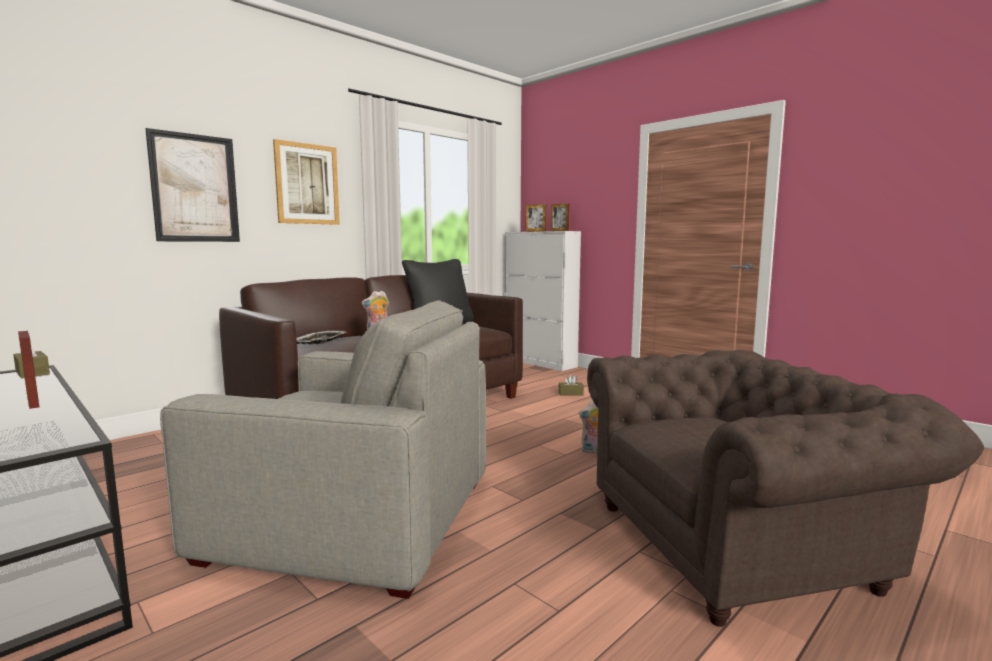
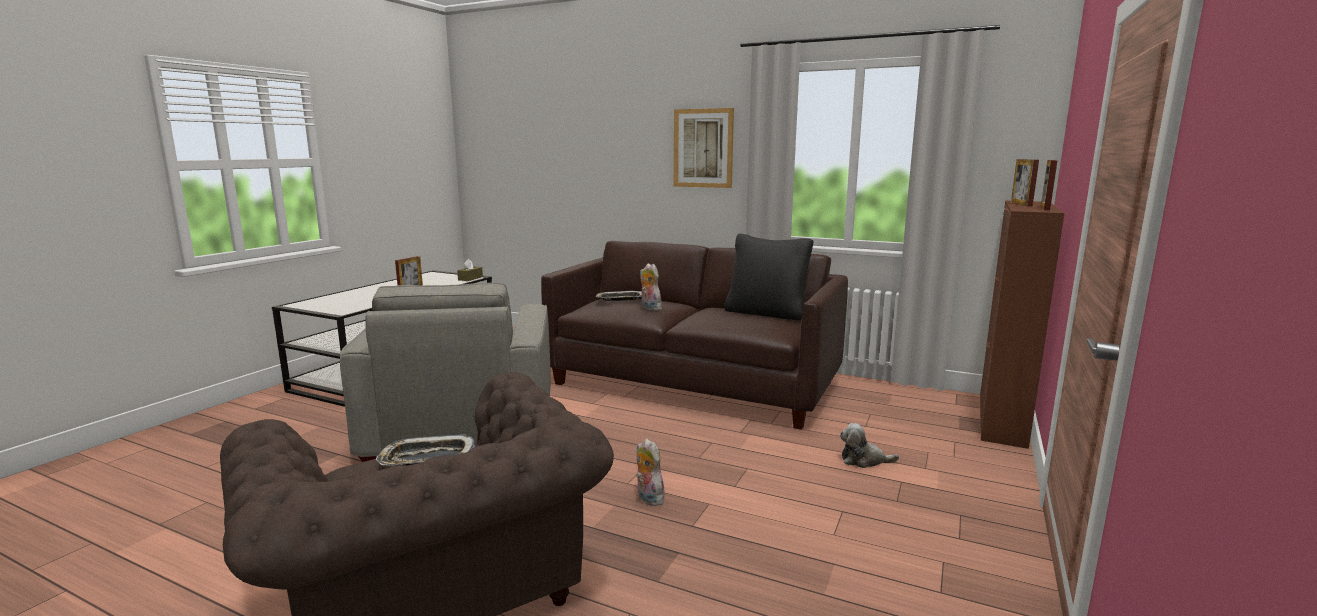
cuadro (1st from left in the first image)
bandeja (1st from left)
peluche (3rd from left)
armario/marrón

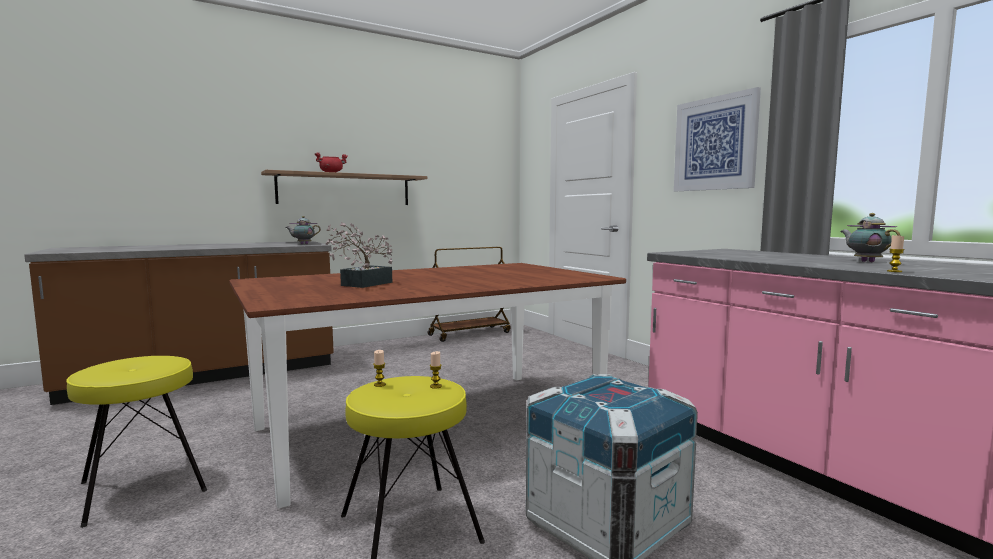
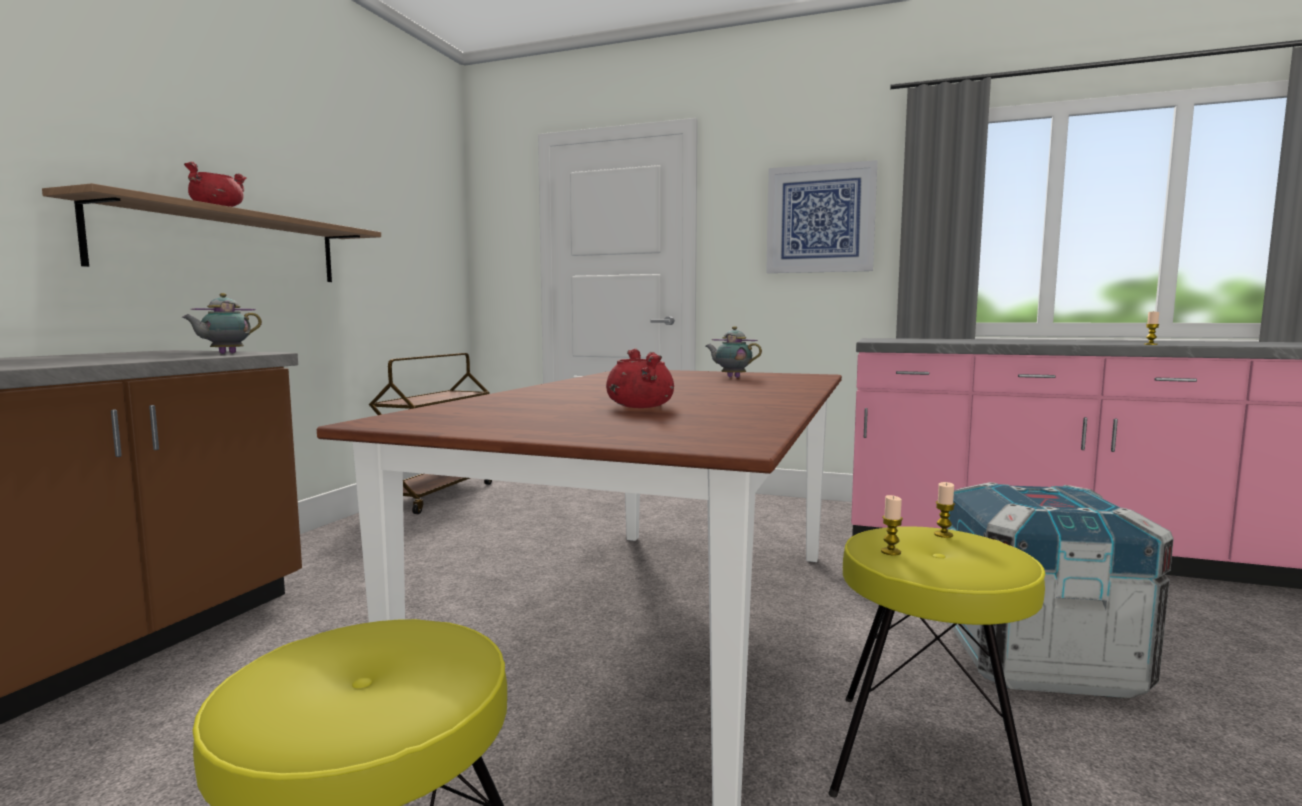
tetera (2nd from left)
olla/rojo (2nd from left)

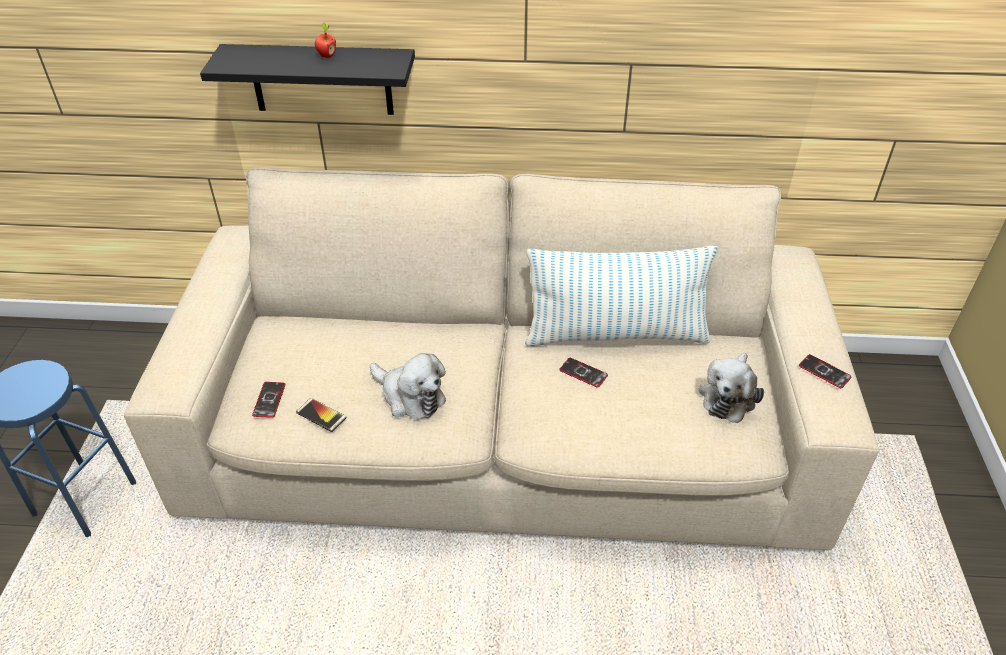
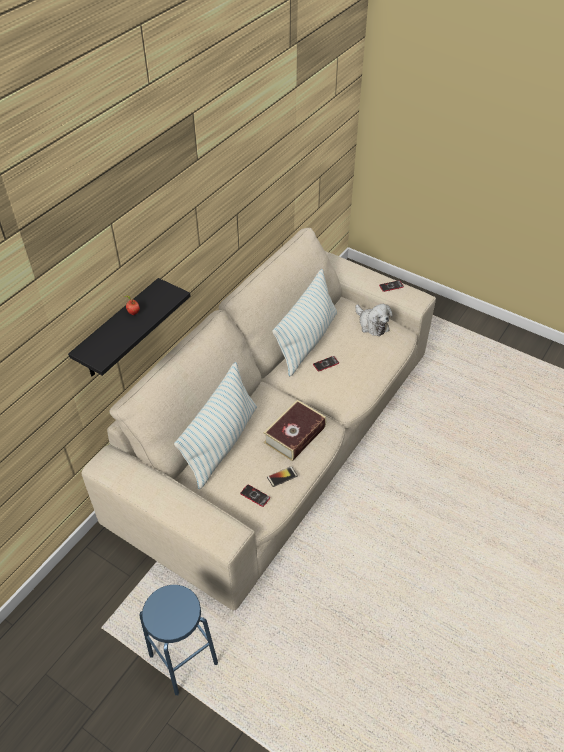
cojín (1st from left)
libro

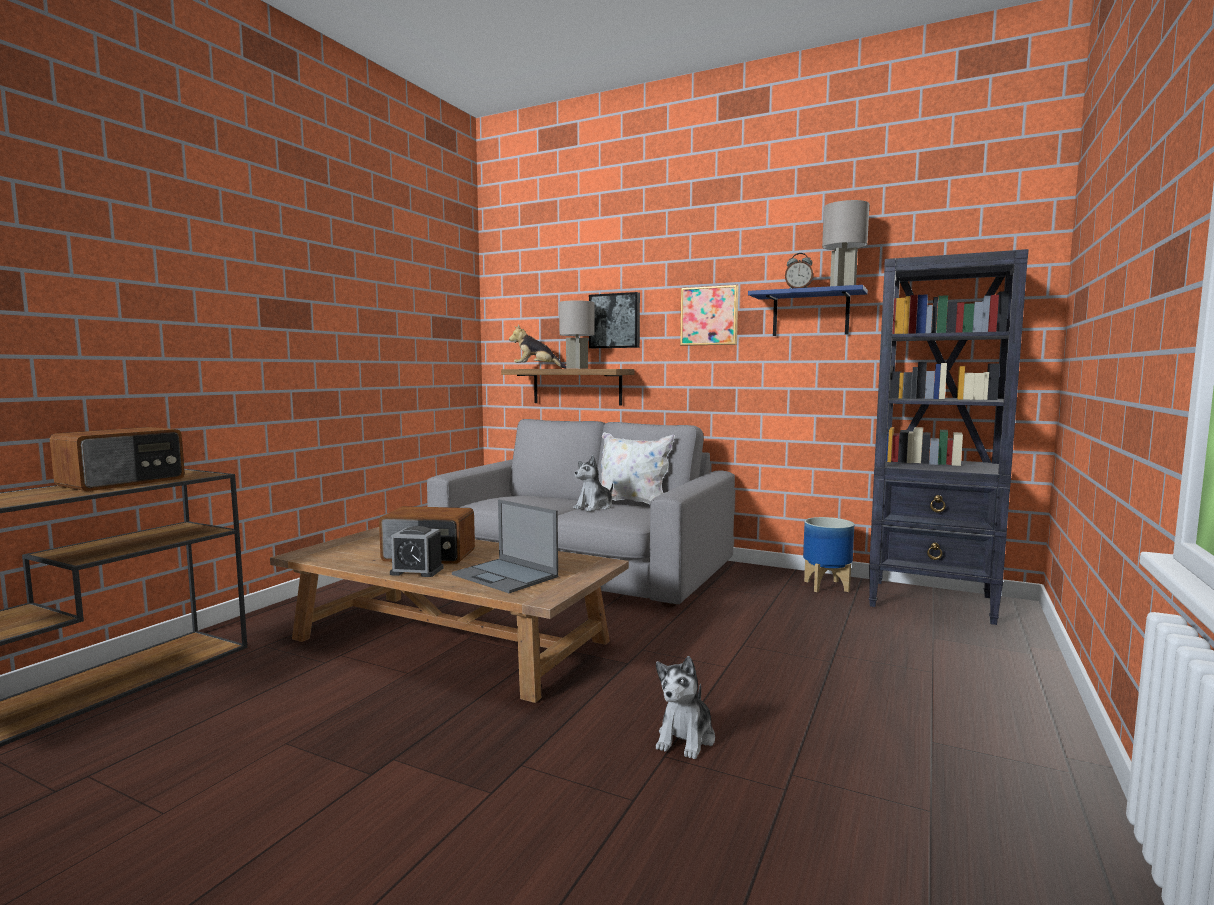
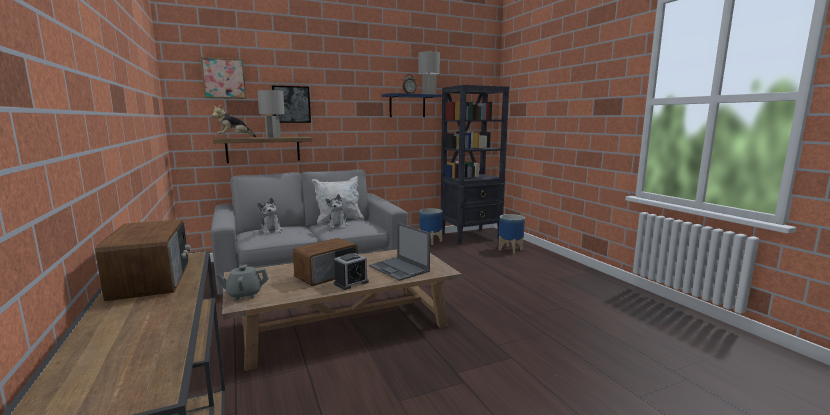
tetera/gris
maceta (2nd from left)
peluche (2nd from left)
cuadro (1st from left)
portátil

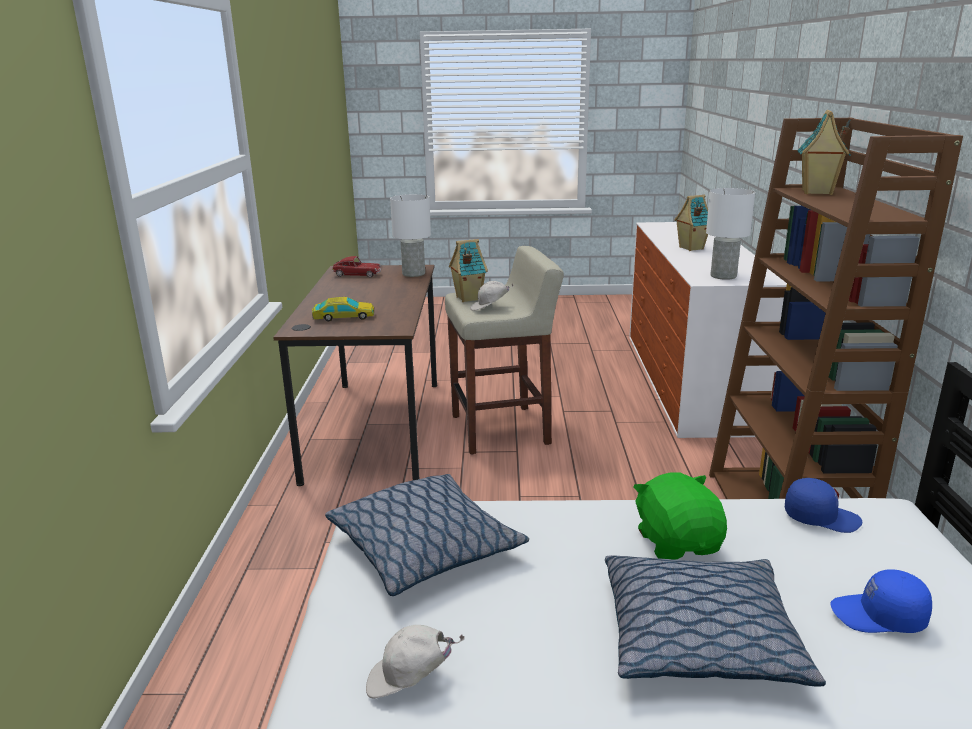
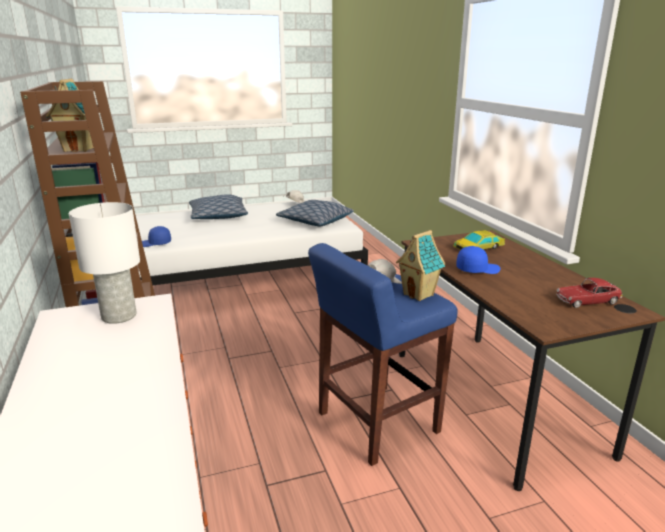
lámpara de mesa/blanco (1st from left in the first image)
peluche/verde
casita (2nd from left in the first image)
gorra/azul (2nd from left)
taburete/azul

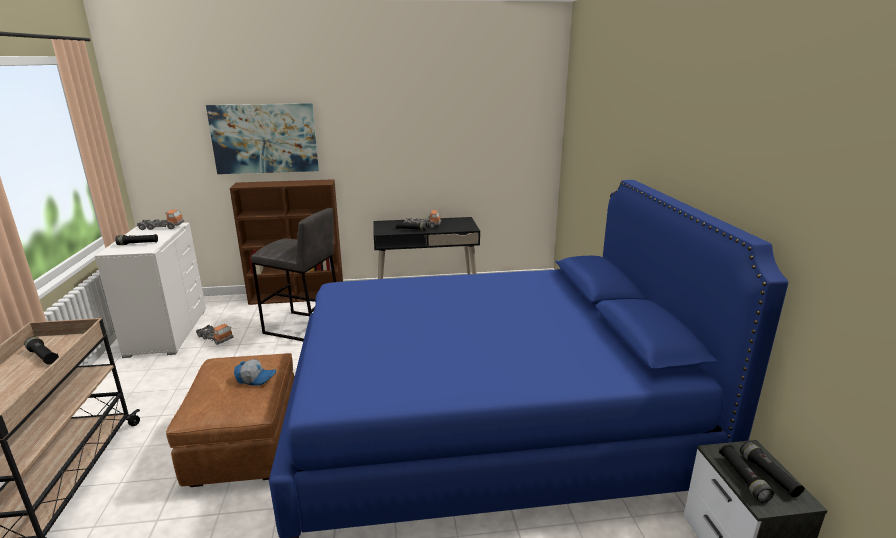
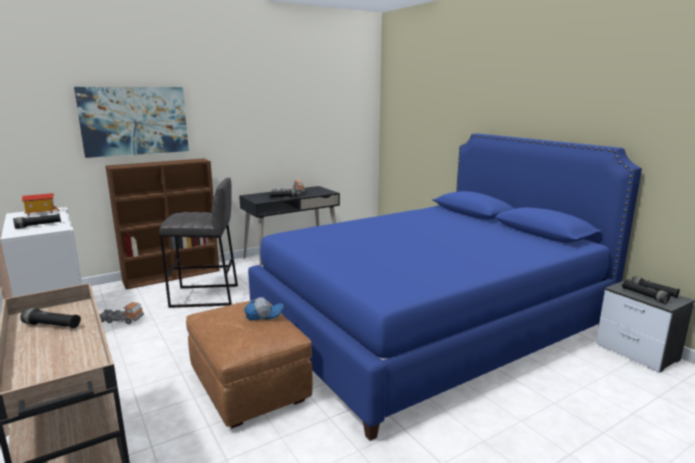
casita

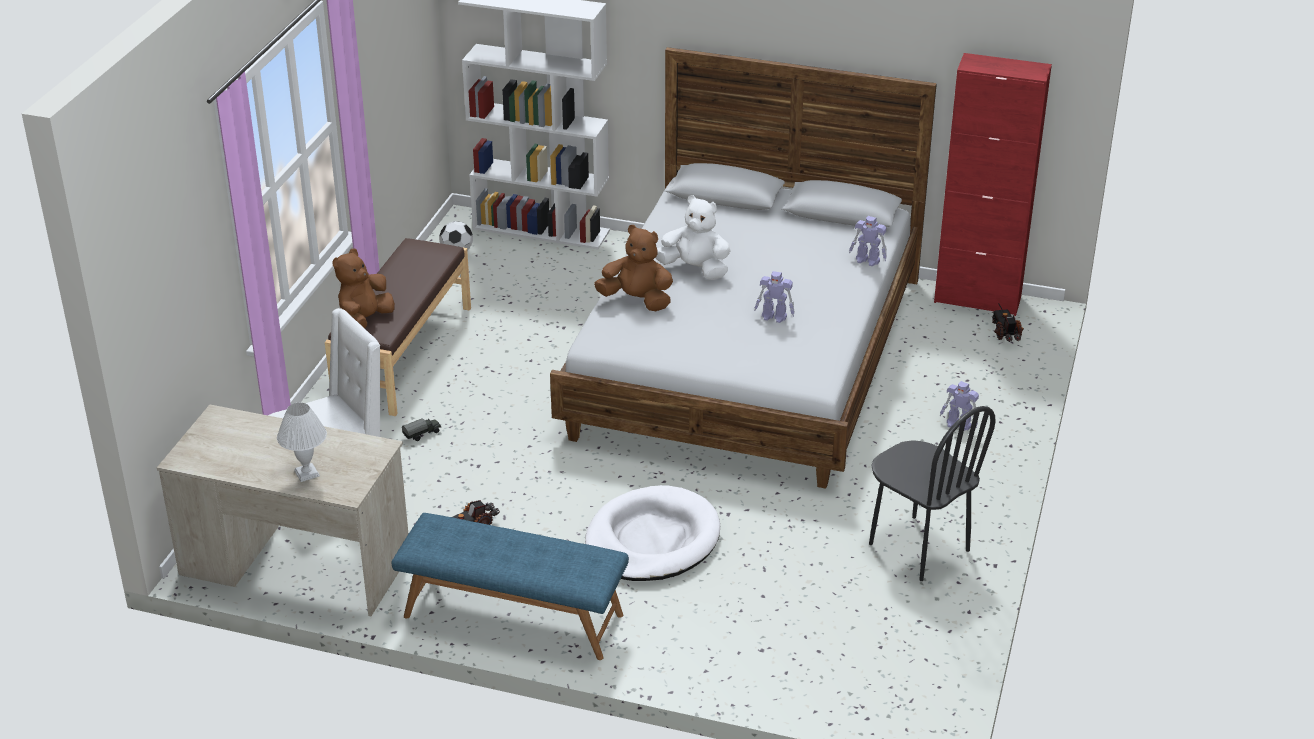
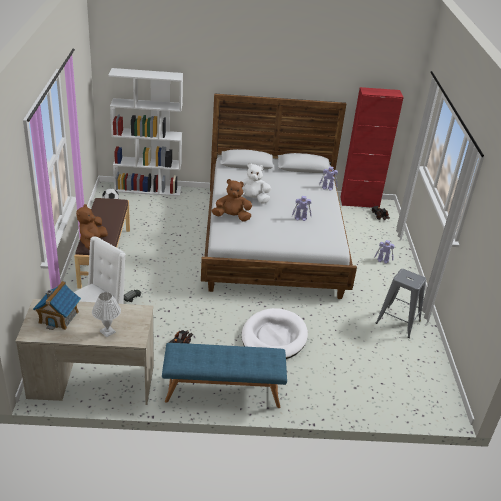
casita
taburete/gris

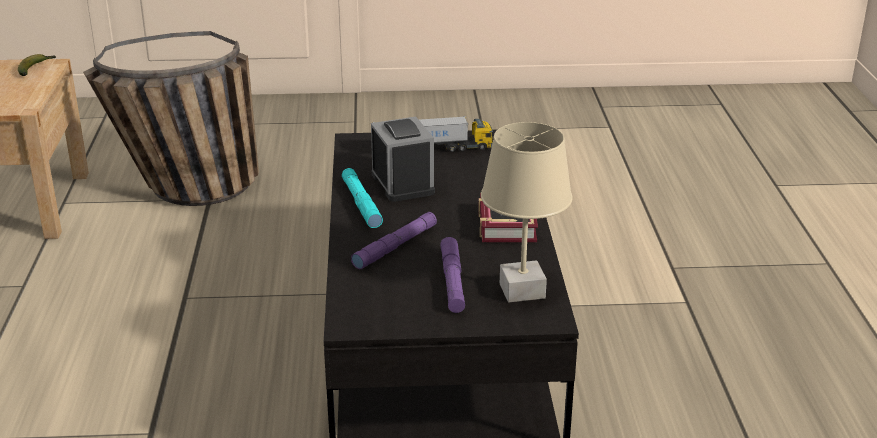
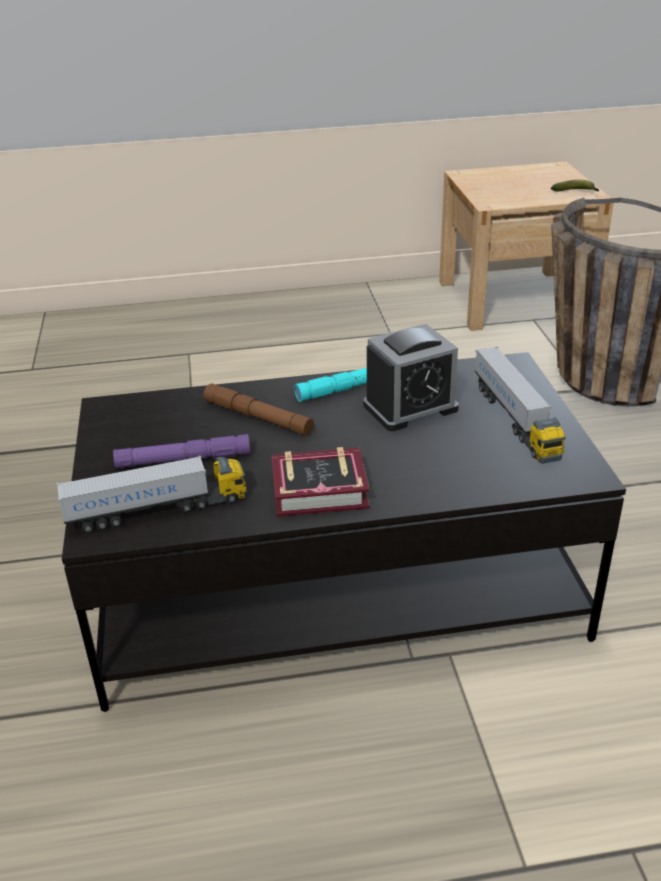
camión de juguete (1st from left)
linterna/marrón

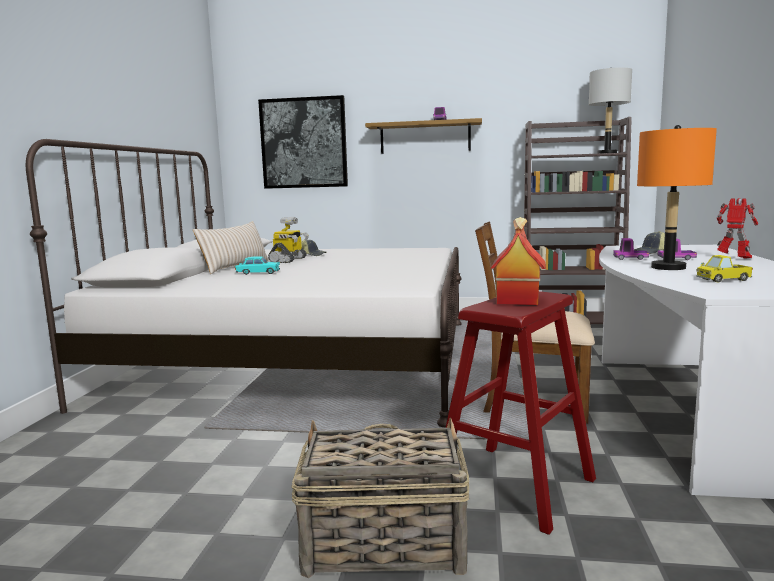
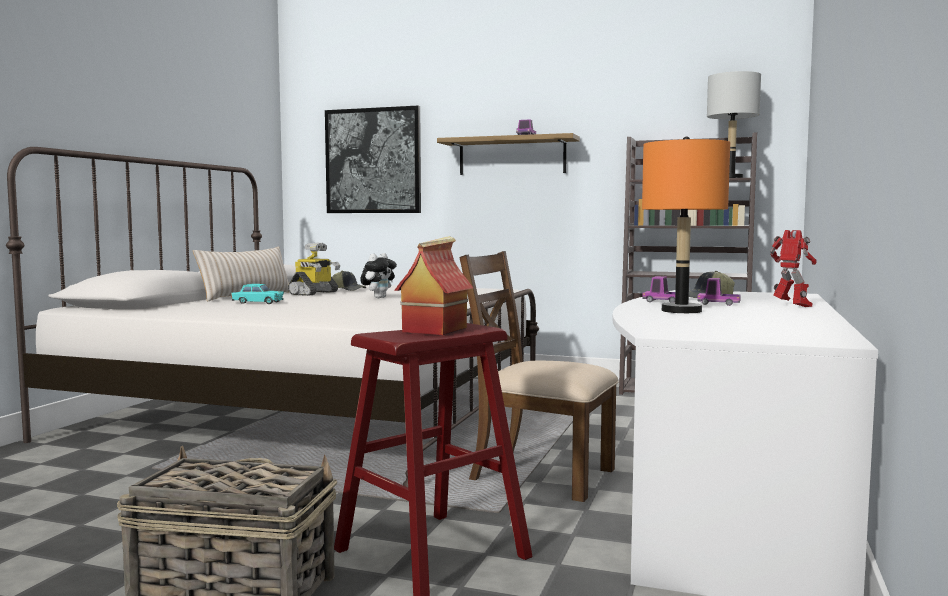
camión de juguete (4th from left in the first image)
peluche

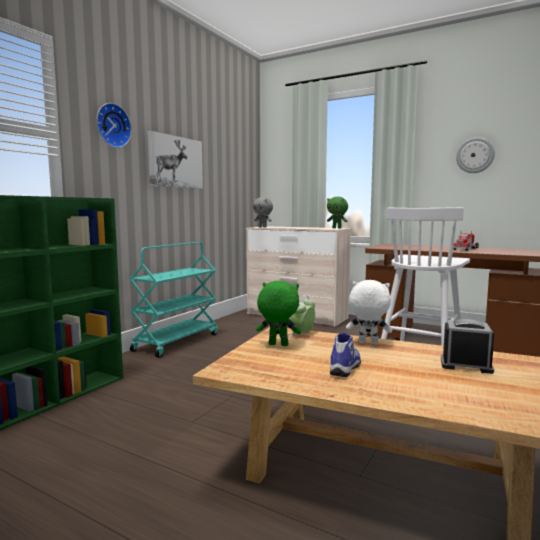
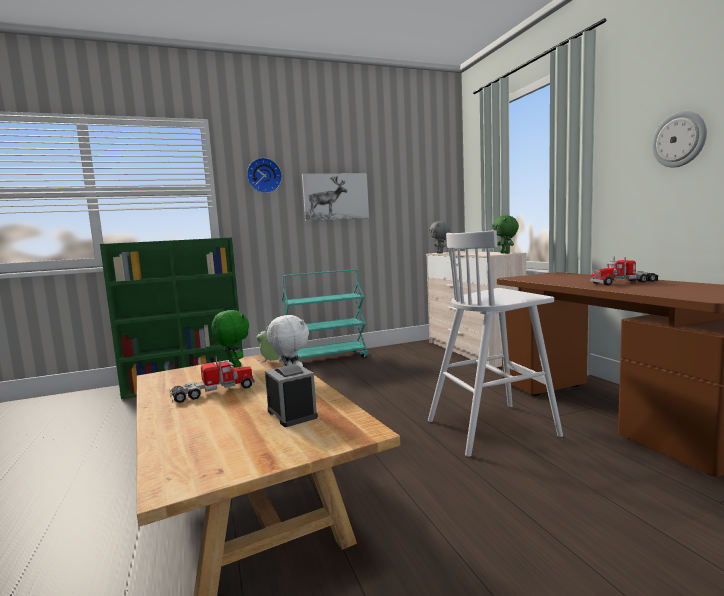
camión de juguete (1st from left)

